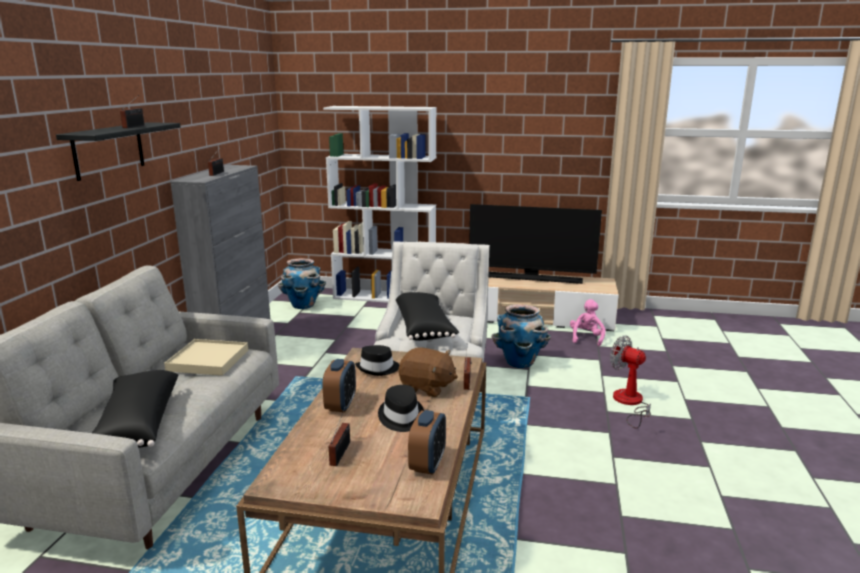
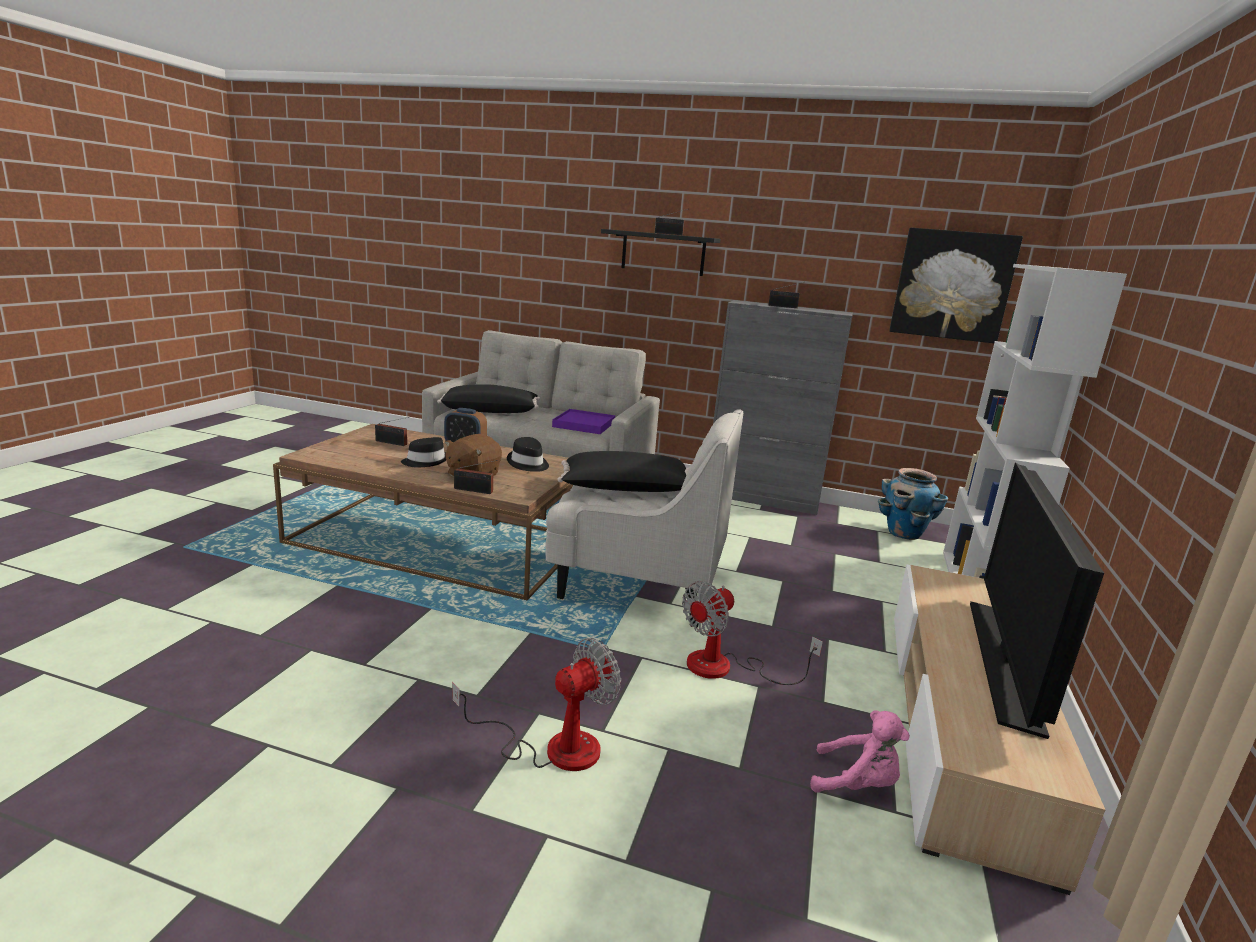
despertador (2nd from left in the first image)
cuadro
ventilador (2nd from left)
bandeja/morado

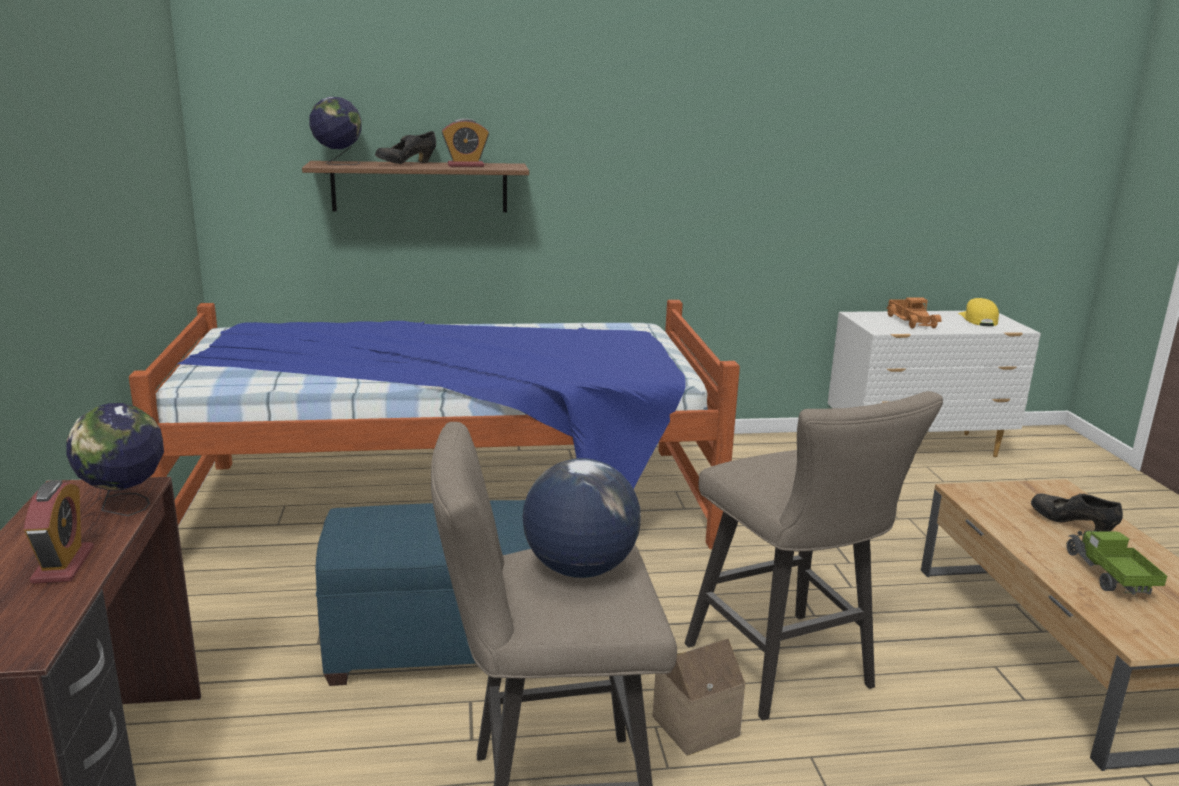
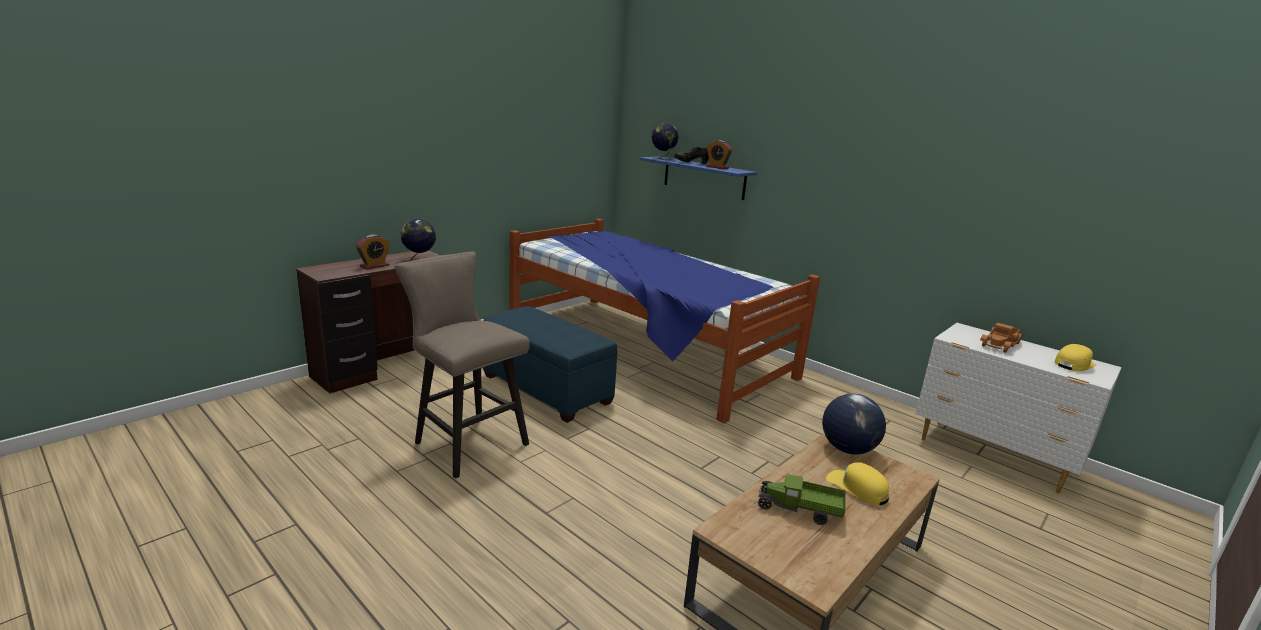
casita
taburete/beis (2nd from left in the first image)
globo terráqueo (3rd from left)
gorra/amarillo (1st from left)
estante/azul
camión de juguete (1st from left)

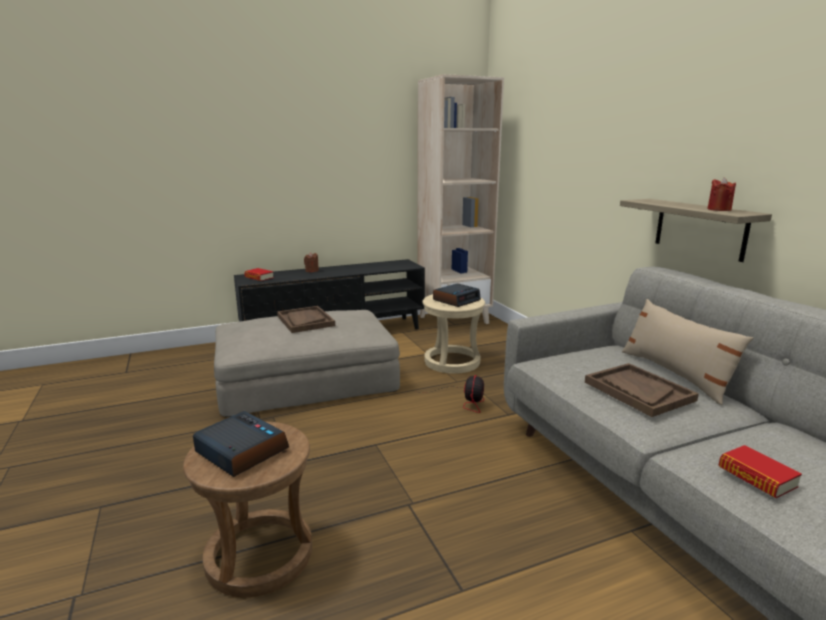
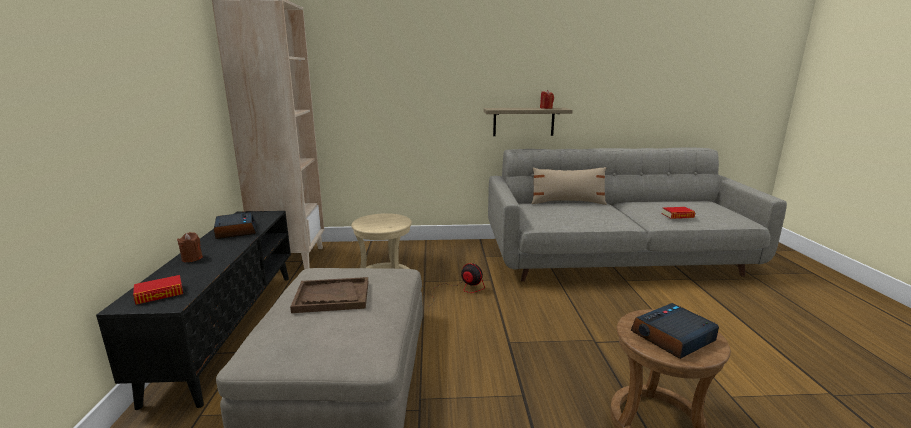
bandeja/marrón (2nd from left in the first image)
despertador (1st from left)

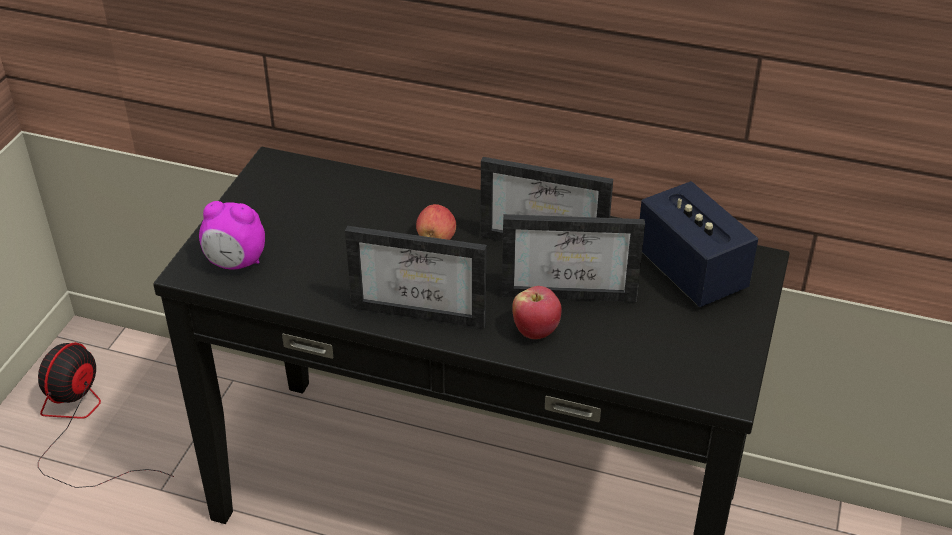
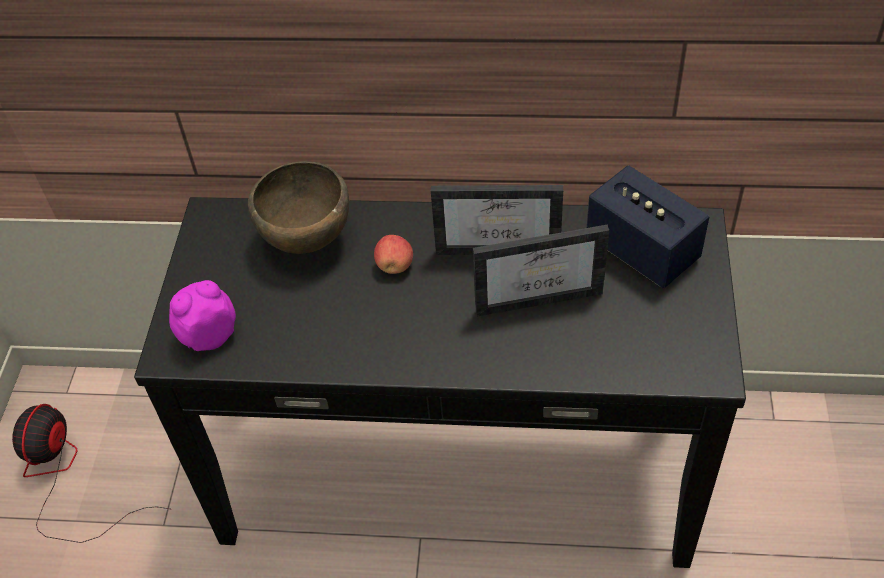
portarretratos (1st from left in the first image)
manzana (2nd from left in the first image)
cuenco/marrón
despertador

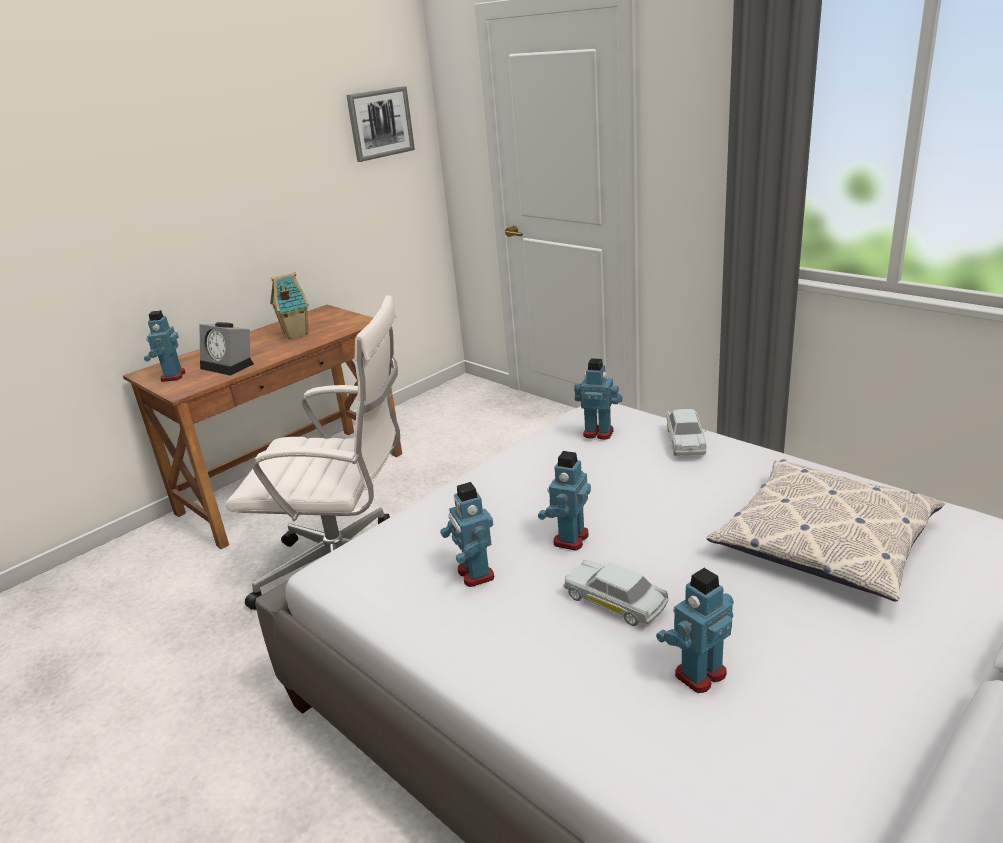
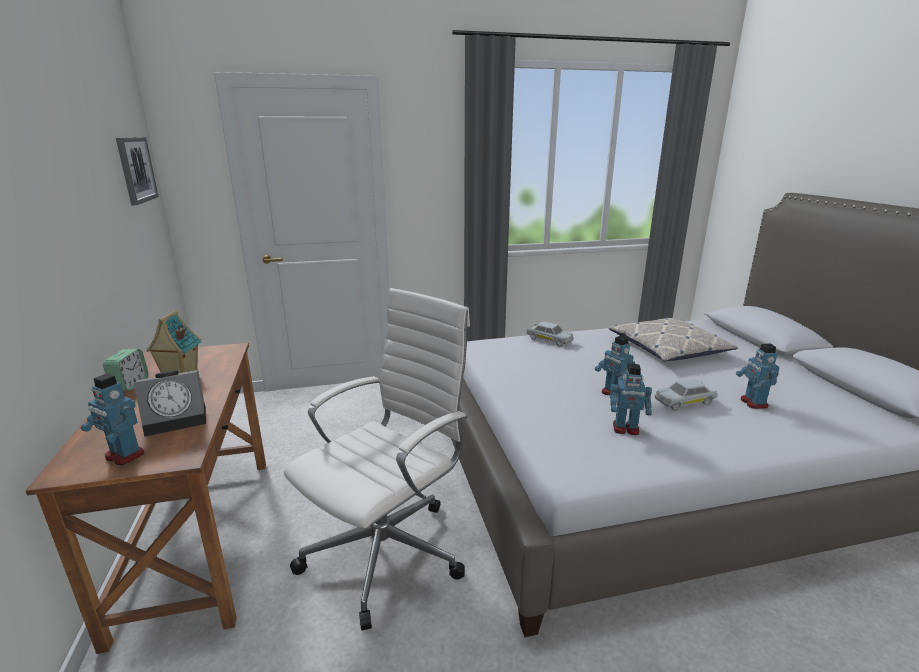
robot de juguete (4th from left in the first image)
despertador (1st from left)

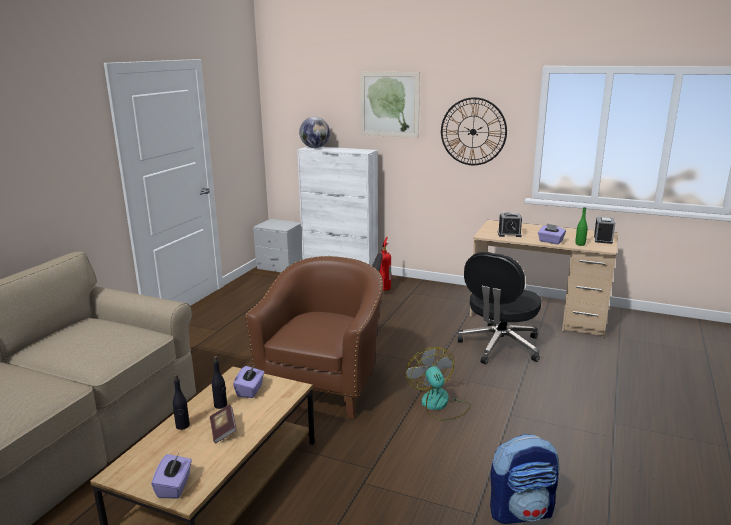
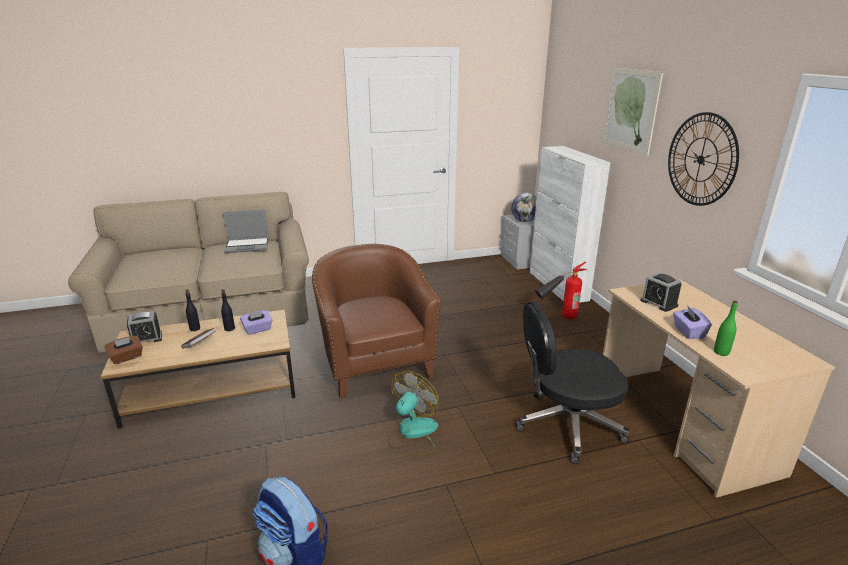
portátil
globo terráqueo
despertador (1st from left)
caja de pañuelos/marrón
sillón/marrón

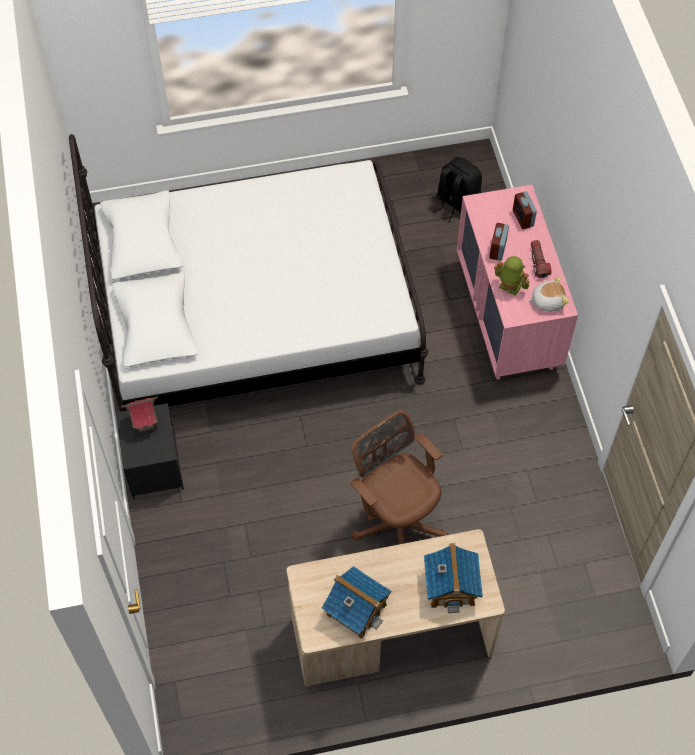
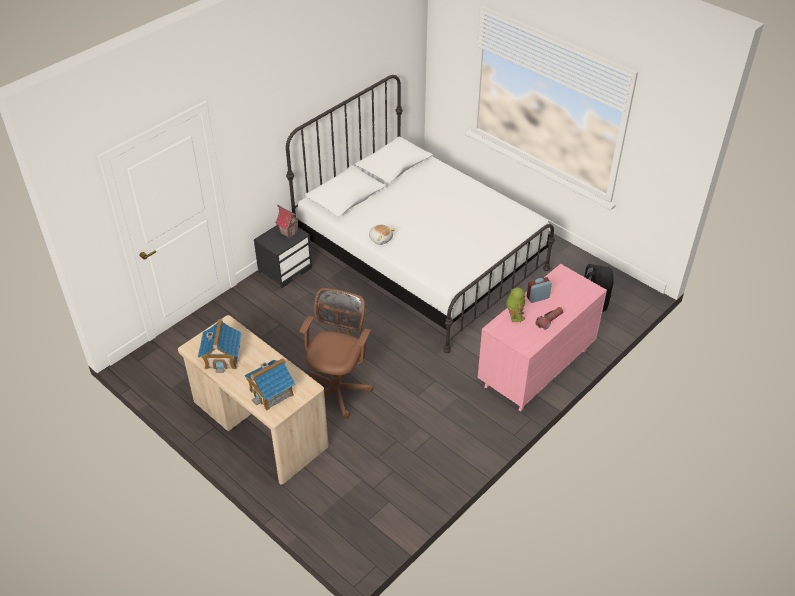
despertador (2nd from left in the first image)
peluche

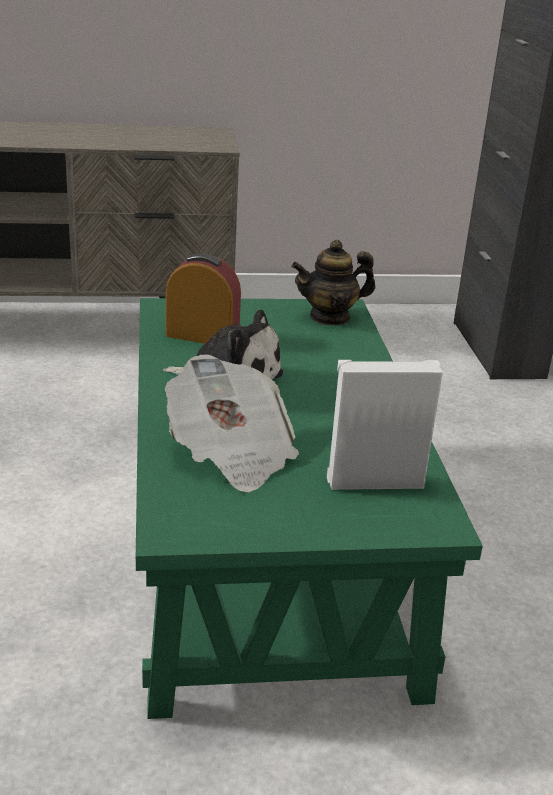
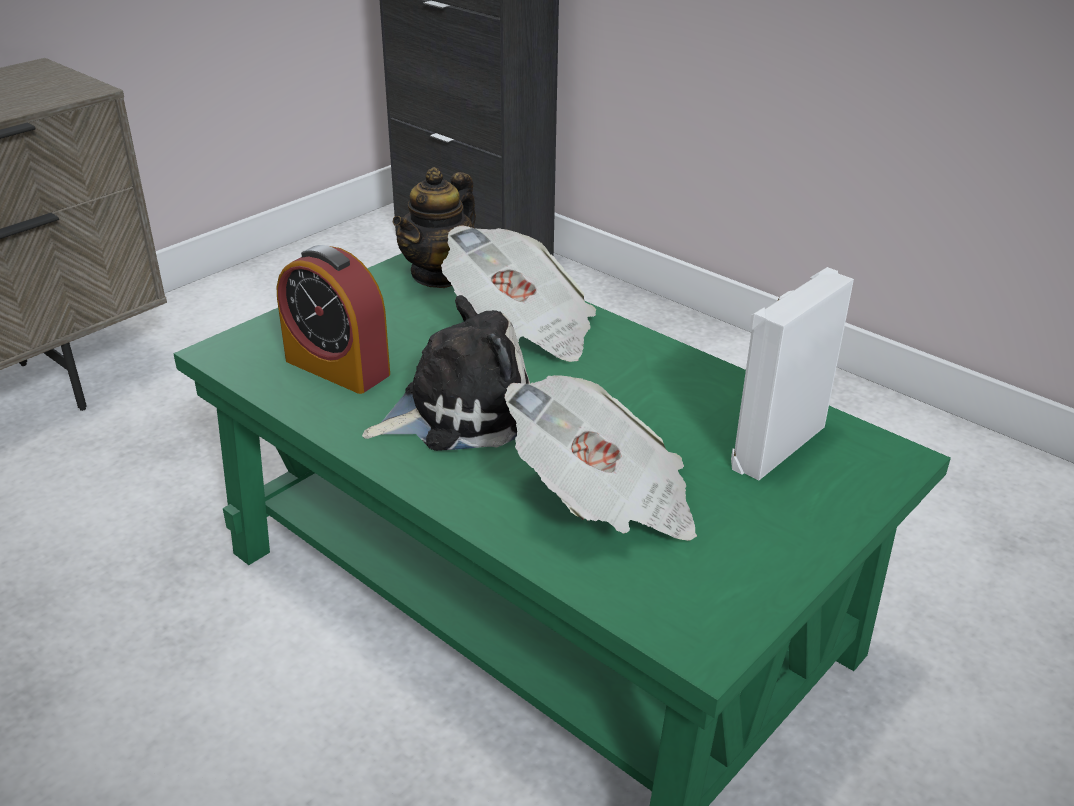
periódico (1st from left)
despertador

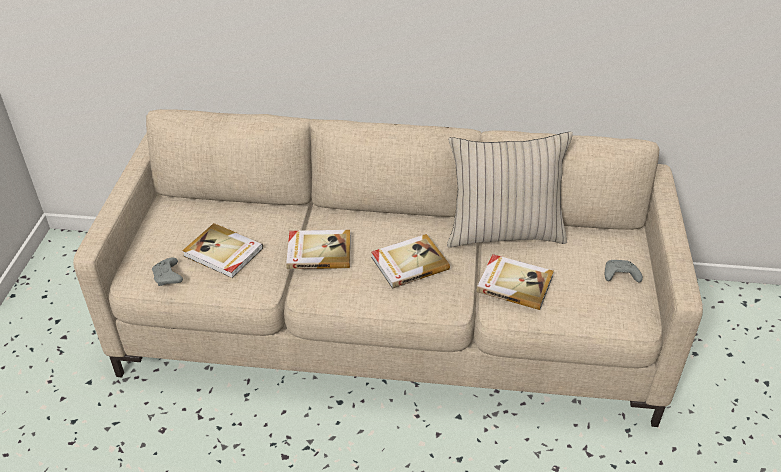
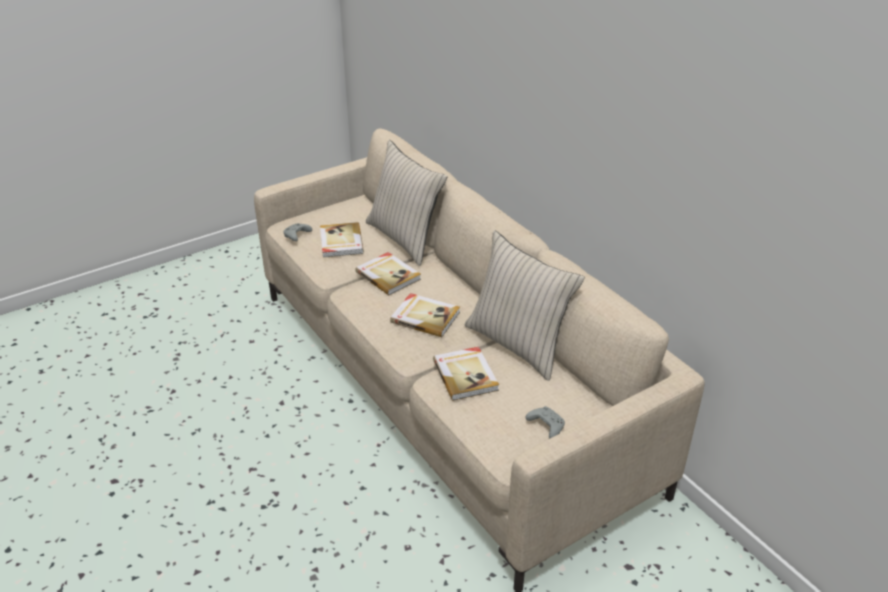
cojín/beis (1st from left)

